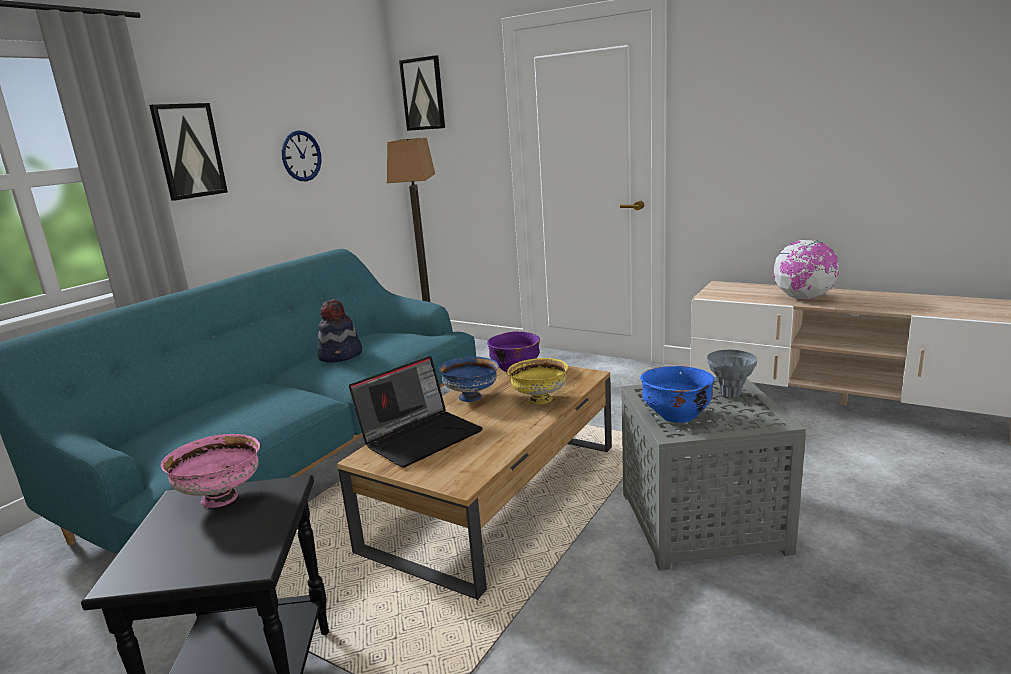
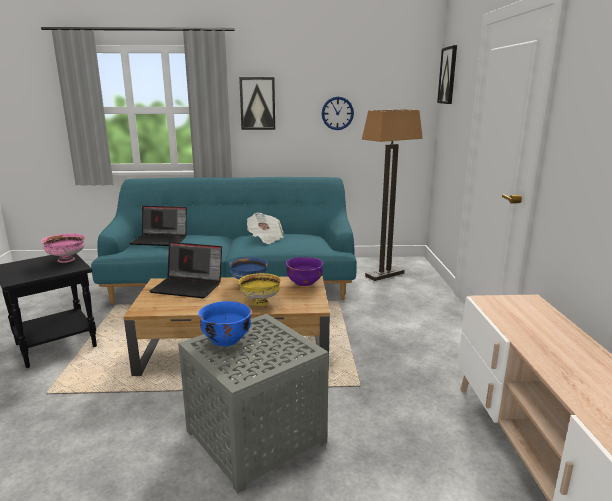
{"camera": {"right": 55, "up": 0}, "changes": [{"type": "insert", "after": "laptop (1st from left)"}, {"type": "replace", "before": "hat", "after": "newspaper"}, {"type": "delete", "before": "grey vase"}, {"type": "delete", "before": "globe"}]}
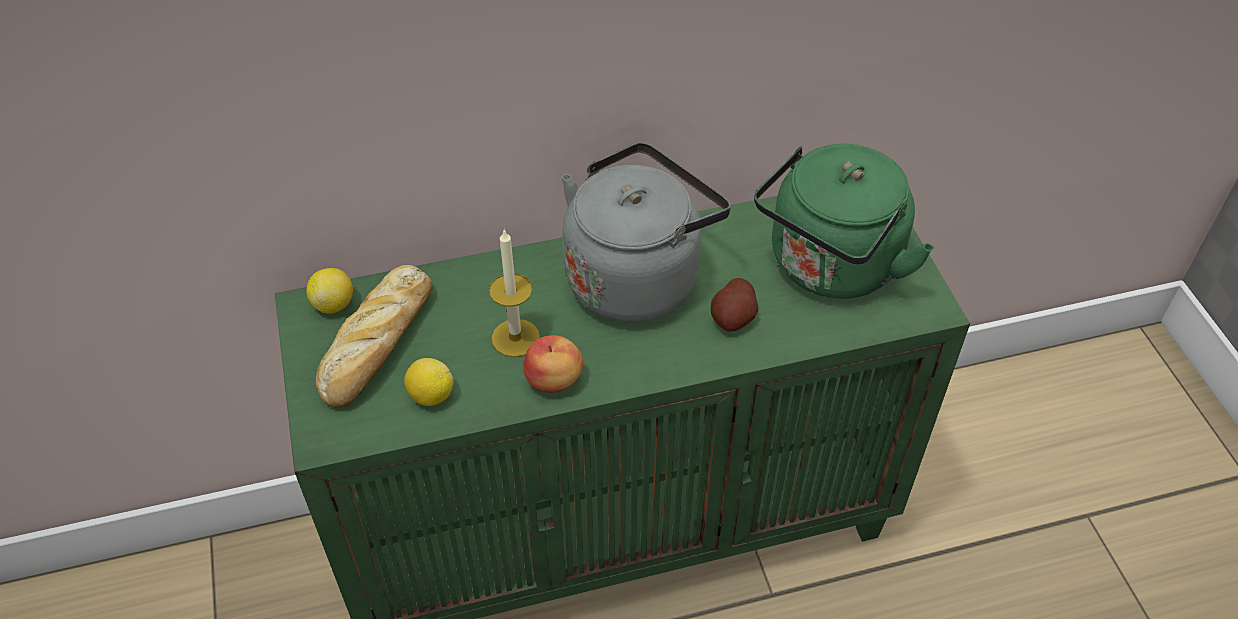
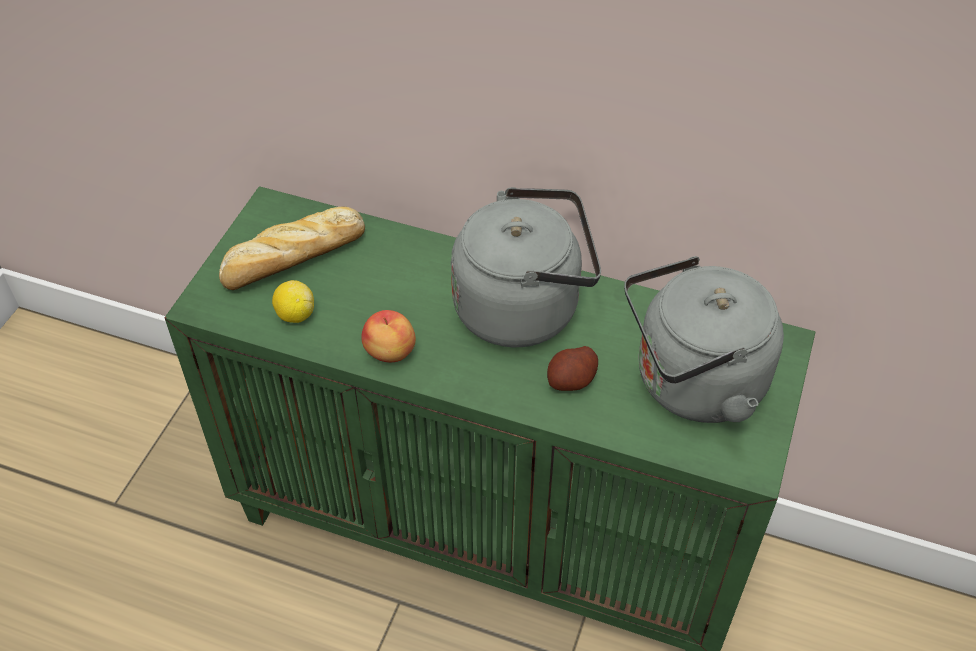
{"camera": {"right": 35, "up": 0}, "changes": [{"type": "recolor", "before": "green kettle", "after": "grey kettle (2nd from left)"}, {"type": "delete", "before": "lemon (1st from left)"}, {"type": "delete", "before": "candle"}]}
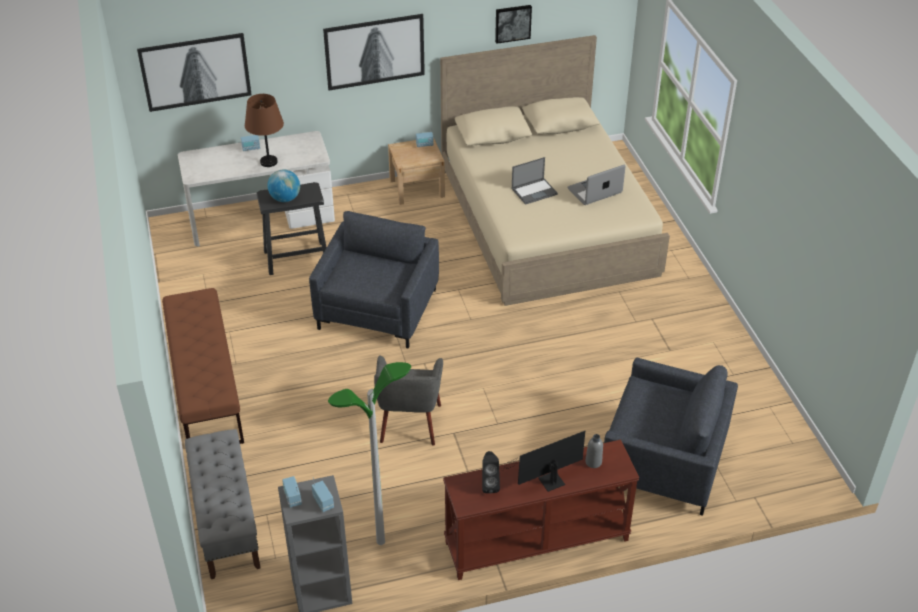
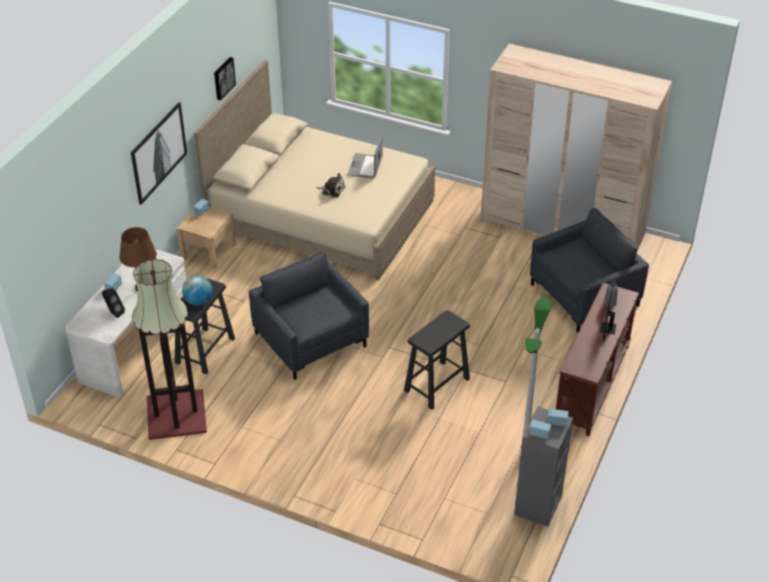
{"camera": {"right": -50, "up": 0}, "changes": [{"type": "move", "before": "black speaker"}, {"type": "insert", "after": "floor lamp (1st from left)"}, {"type": "replace", "before": "laptop (1st from left)", "after": "plush toy"}, {"type": "replace", "before": "grey armchair (2nd from left)", "after": "black stool (2nd from left)"}, {"type": "insert", "after": "beige wardrobe"}, {"type": "delete", "before": "picture (1st from left)"}, {"type": "delete", "before": "brown bench"}, {"type": "delete", "before": "grey bench"}]}
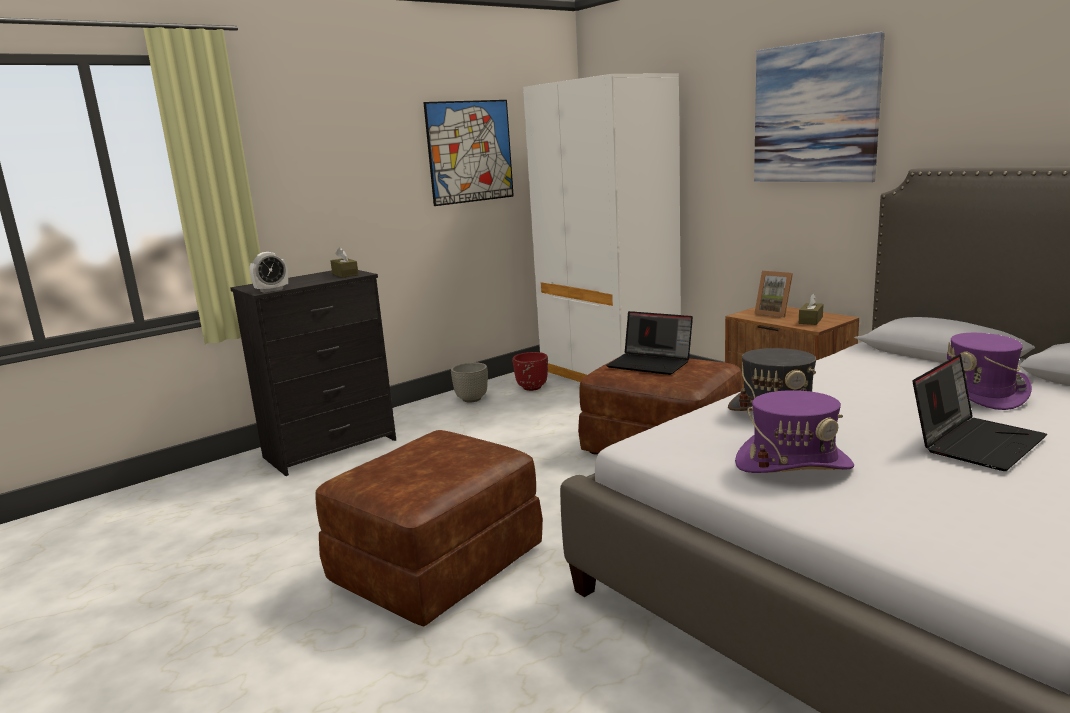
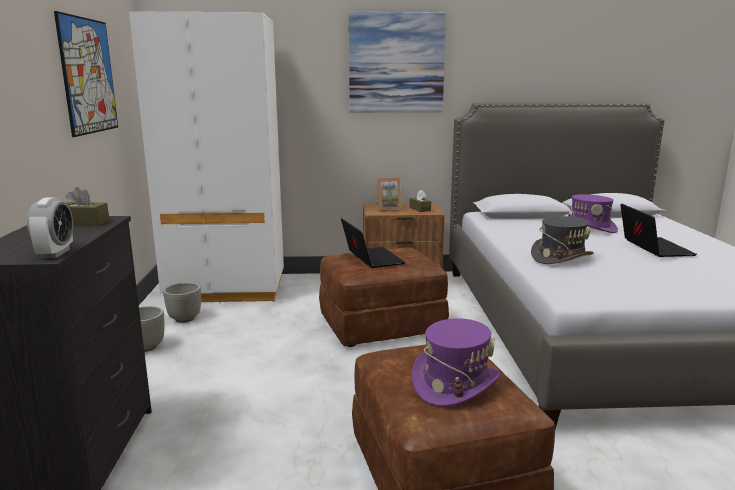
{"camera": {"right": -55, "up": 0}, "changes": [{"type": "recolor", "before": "red planter", "after": "grey planter (2nd from left)"}, {"type": "rotate", "before": "laptop (1st from left)", "turn": -90}, {"type": "move", "before": "purple hat (1st from left)"}]}
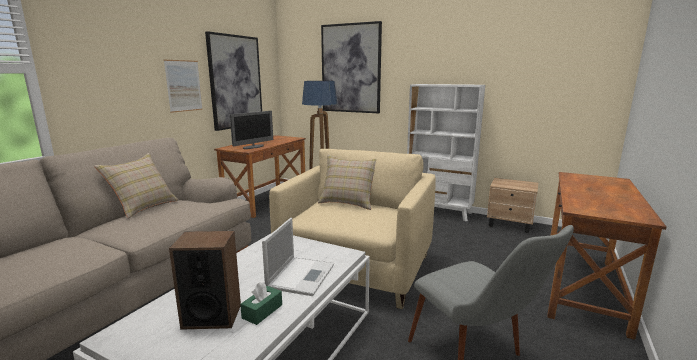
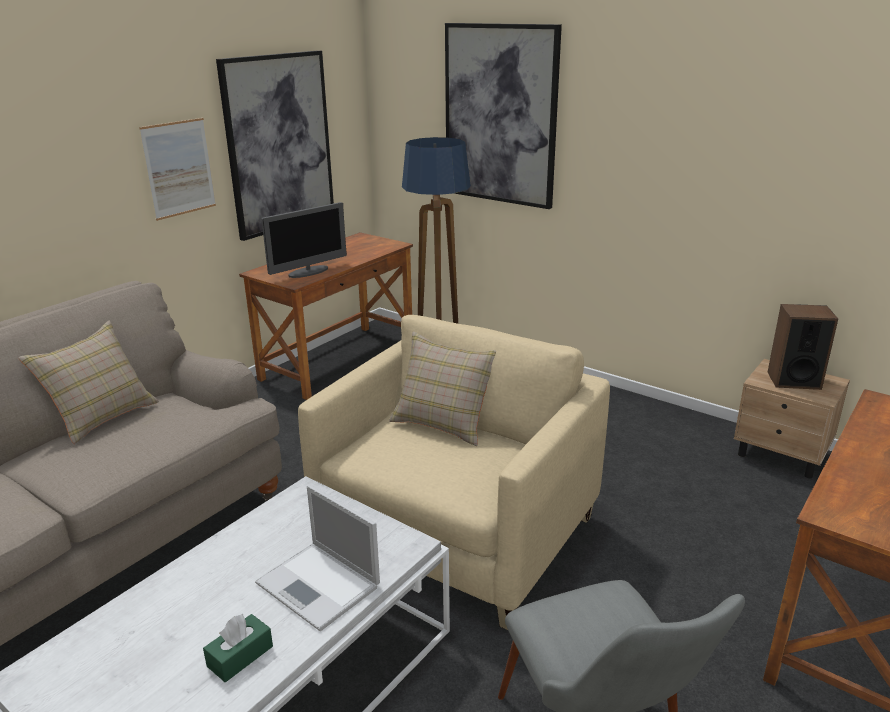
{"camera": {"right": 10, "up": 10}, "changes": [{"type": "rotate", "before": "laptop", "turn": 105}, {"type": "move", "before": "speaker"}, {"type": "delete", "before": "white bookcase"}]}
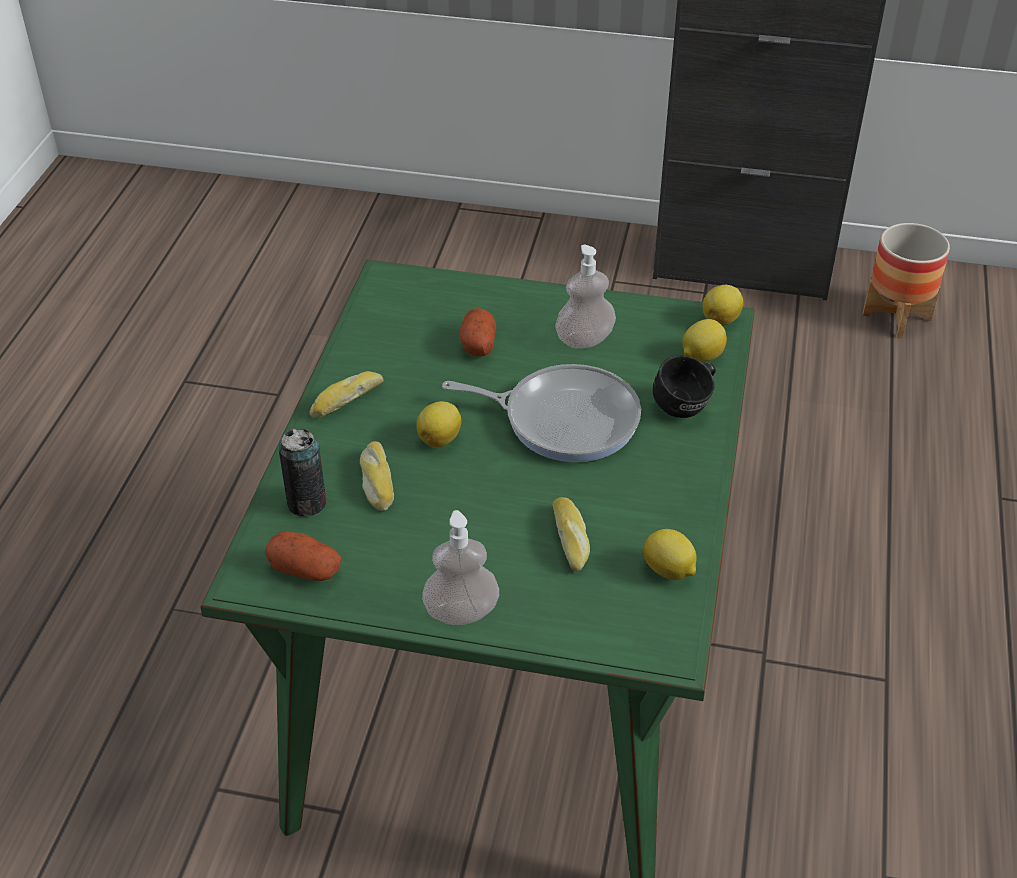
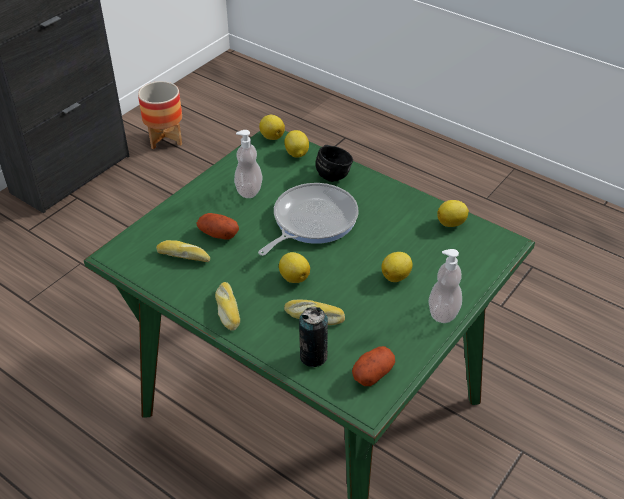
{"camera": {"right": -65, "up": 0}, "changes": [{"type": "move", "before": "bread (3rd from left in the first image)", "after": "bread (1st from left)"}, {"type": "insert", "after": "lemon (4th from left)"}]}
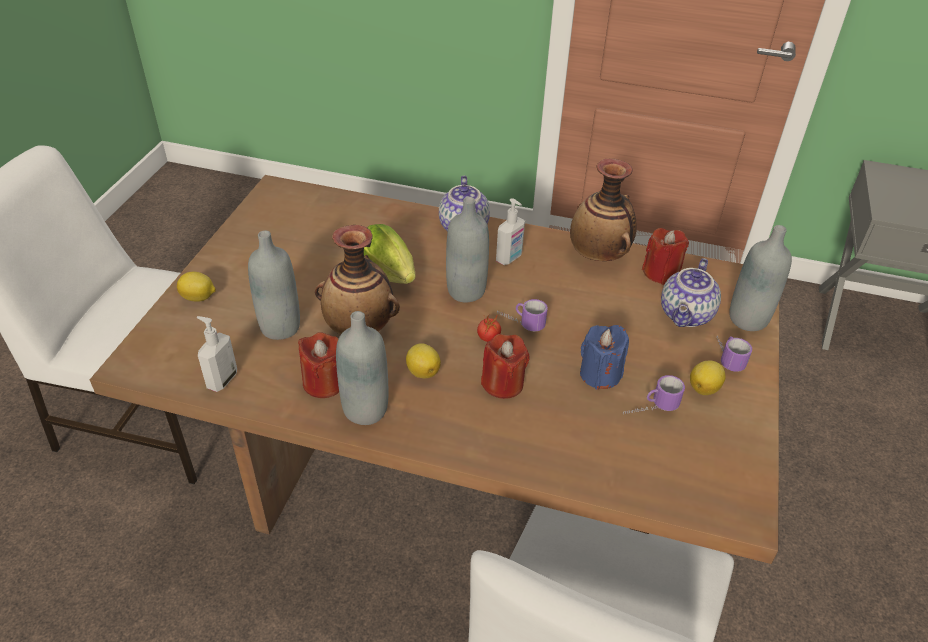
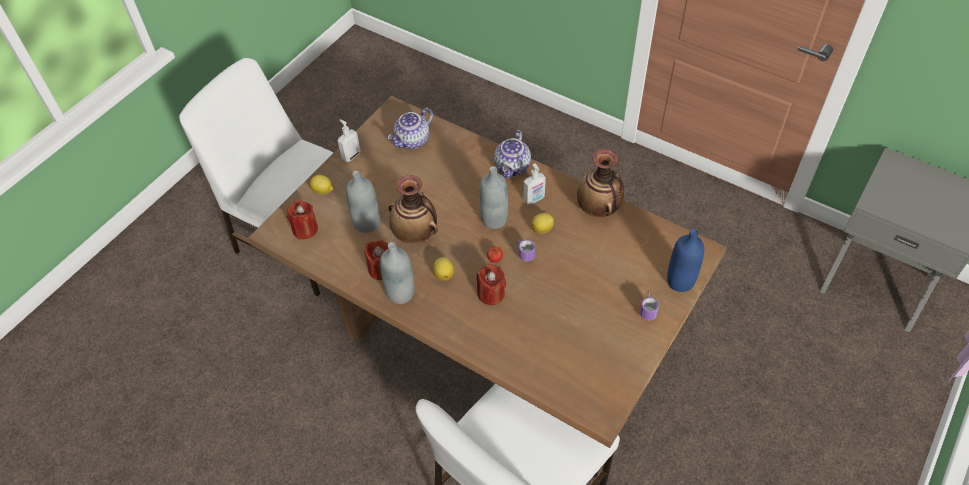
{"camera": {"right": 20, "up": 10}, "changes": [{"type": "move", "before": "red candle (3rd from left in the first image)", "after": "red candle (1st from left)"}, {"type": "move", "before": "soap dispenser (1st from left)"}, {"type": "move", "before": "teapot (2nd from left in the first image)", "after": "teapot (1st from left)"}, {"type": "move", "before": "lemon (3rd from left)"}, {"type": "recolor", "before": "grey bottle (4th from left)", "after": "blue bottle"}, {"type": "delete", "before": "lettuce"}, {"type": "delete", "before": "blue candle"}, {"type": "delete", "before": "mug (2nd from left)"}]}
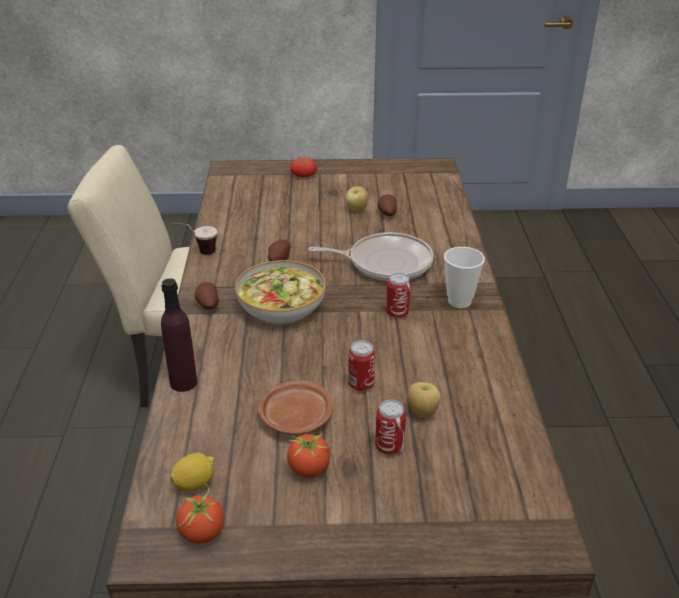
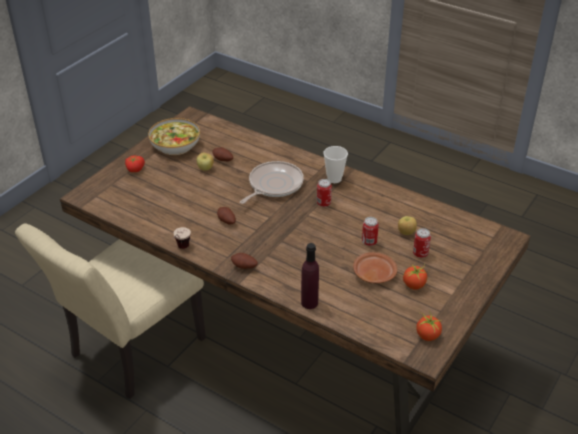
{"camera": {"right": -55, "up": 5}, "changes": [{"type": "move", "before": "bowl"}, {"type": "delete", "before": "lemon"}]}
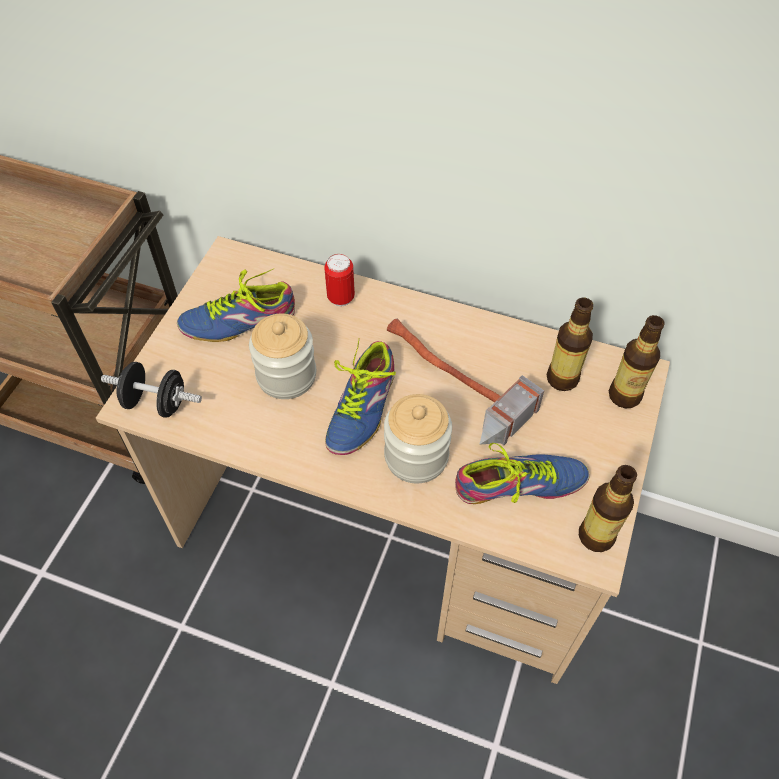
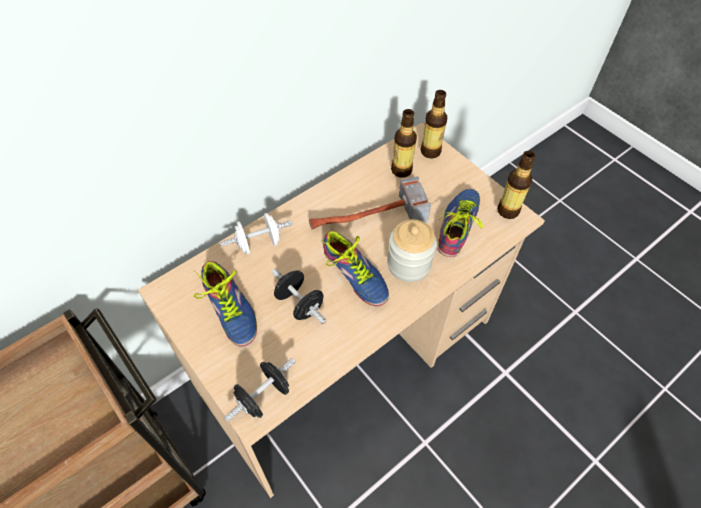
{"camera": {"right": -60, "up": 0}, "changes": [{"type": "rotate", "before": "shoe (1st from left)", "turn": -45}, {"type": "replace", "before": "can", "after": "white dumbbell"}, {"type": "replace", "before": "jar (1st from left)", "after": "black dumbbell (2nd from left)"}]}
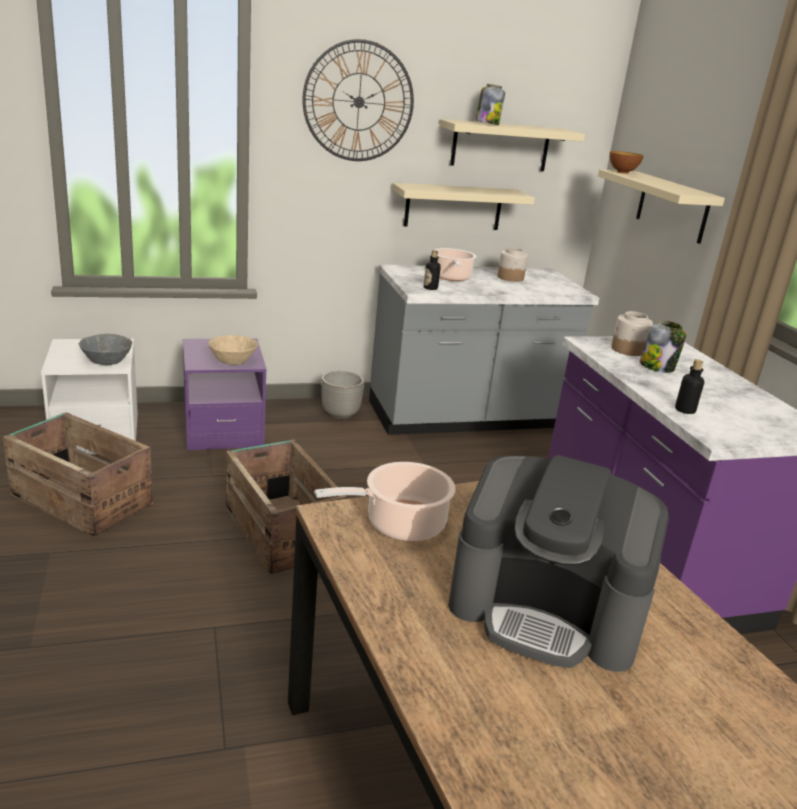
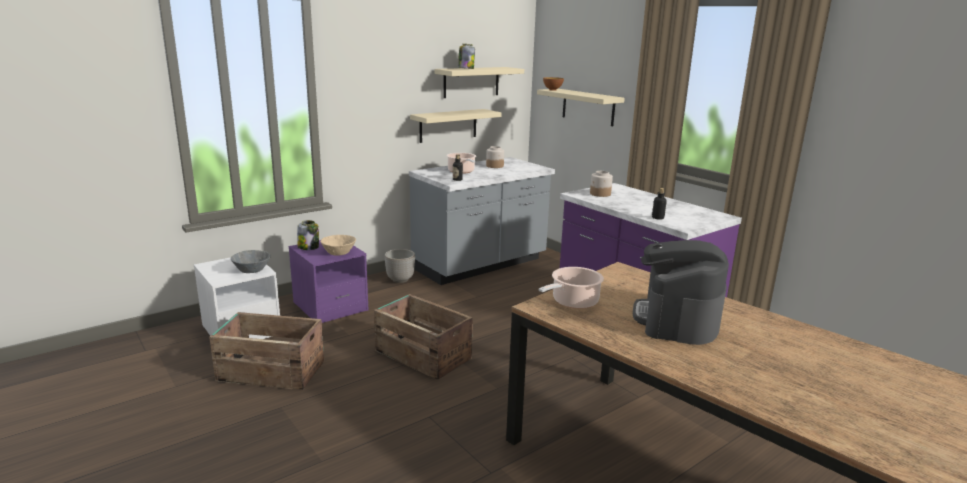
{"camera": {"right": -20, "up": -5}, "changes": [{"type": "move", "before": "jar (4th from left in the first image)", "after": "jar (1st from left)"}, {"type": "rotate", "before": "coffee machine", "turn": 105}, {"type": "delete", "before": "wall clock"}]}
